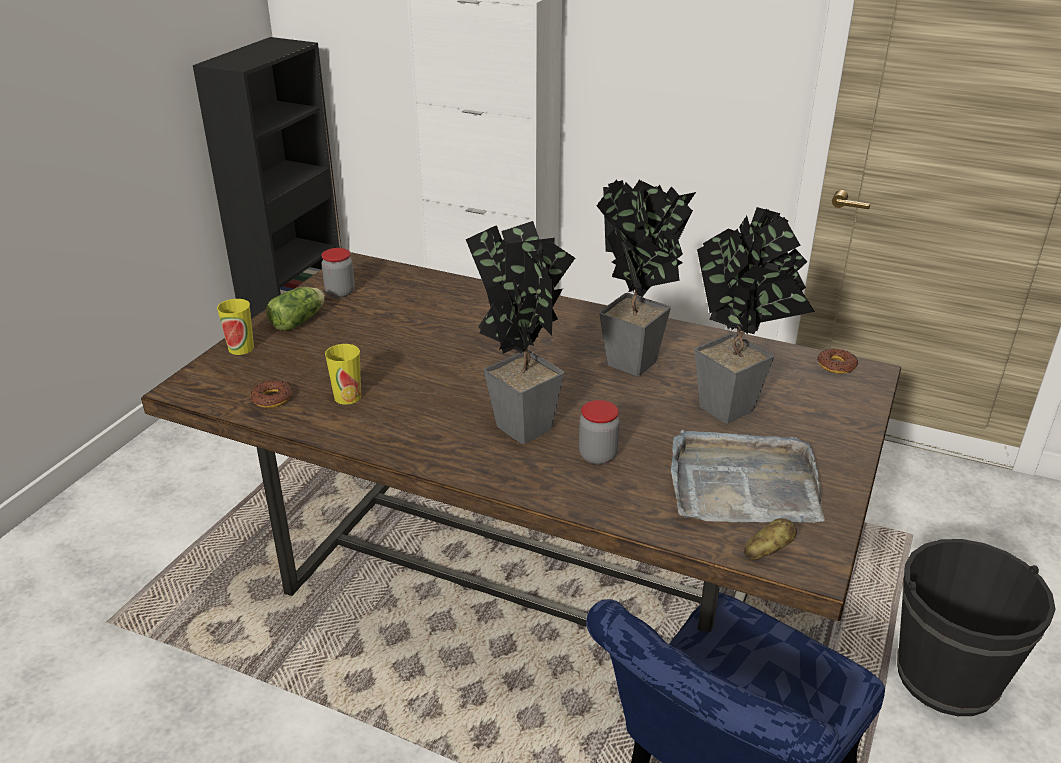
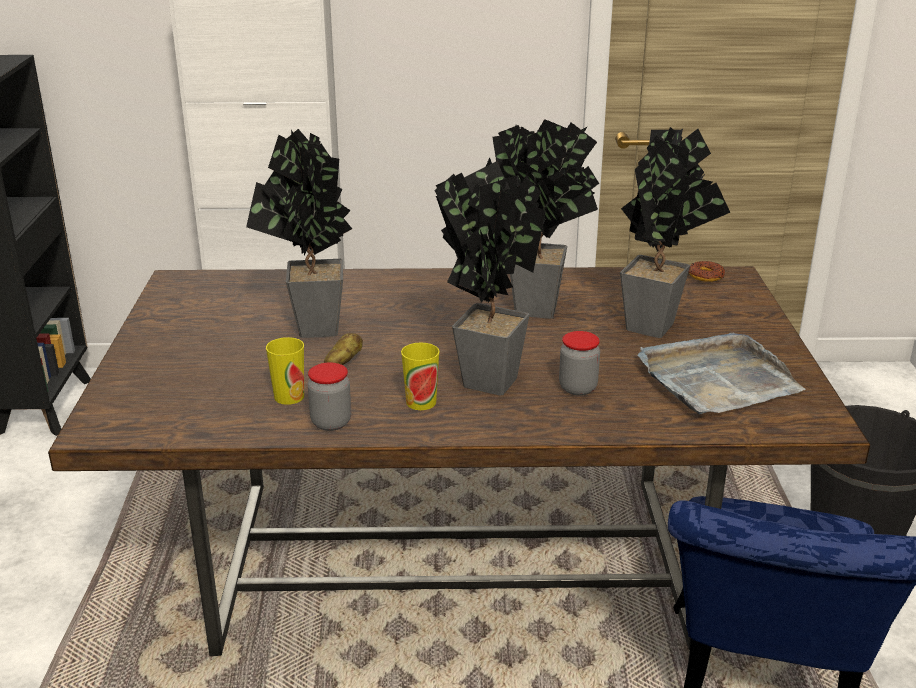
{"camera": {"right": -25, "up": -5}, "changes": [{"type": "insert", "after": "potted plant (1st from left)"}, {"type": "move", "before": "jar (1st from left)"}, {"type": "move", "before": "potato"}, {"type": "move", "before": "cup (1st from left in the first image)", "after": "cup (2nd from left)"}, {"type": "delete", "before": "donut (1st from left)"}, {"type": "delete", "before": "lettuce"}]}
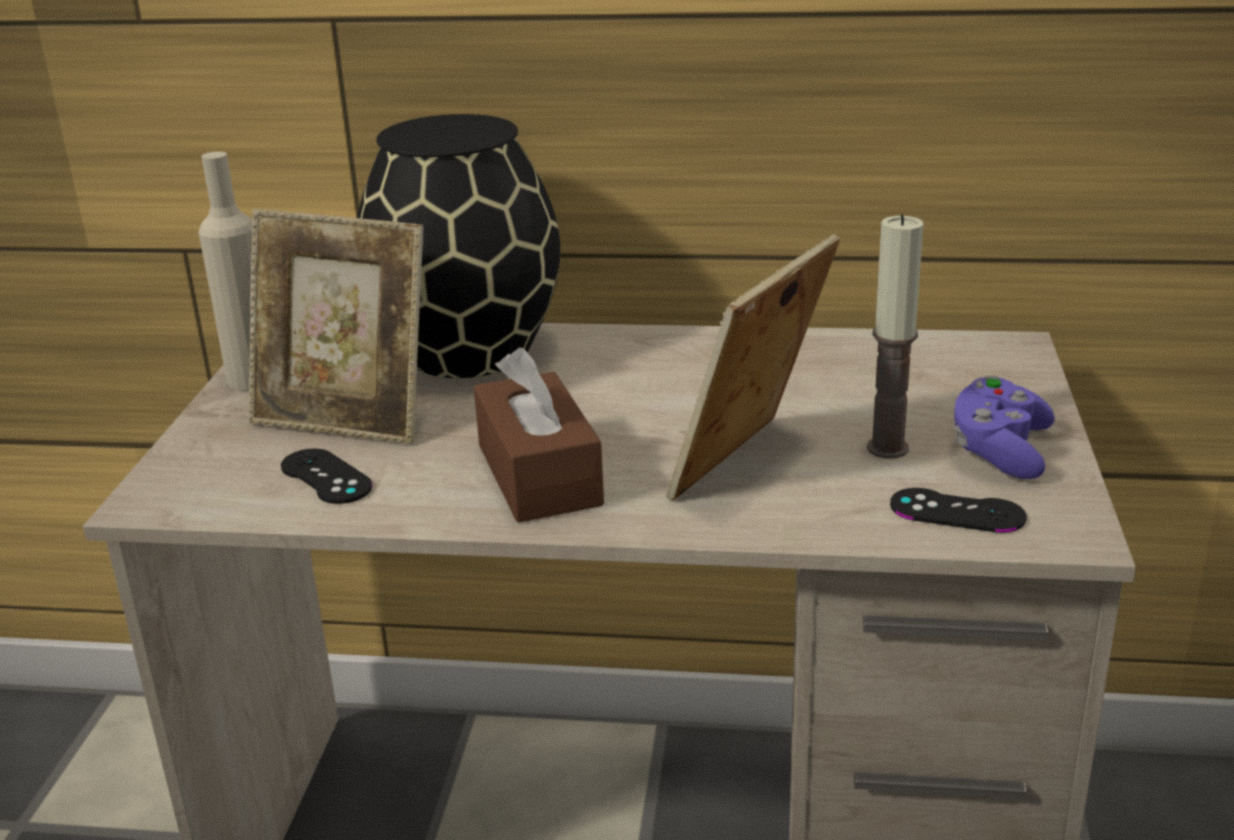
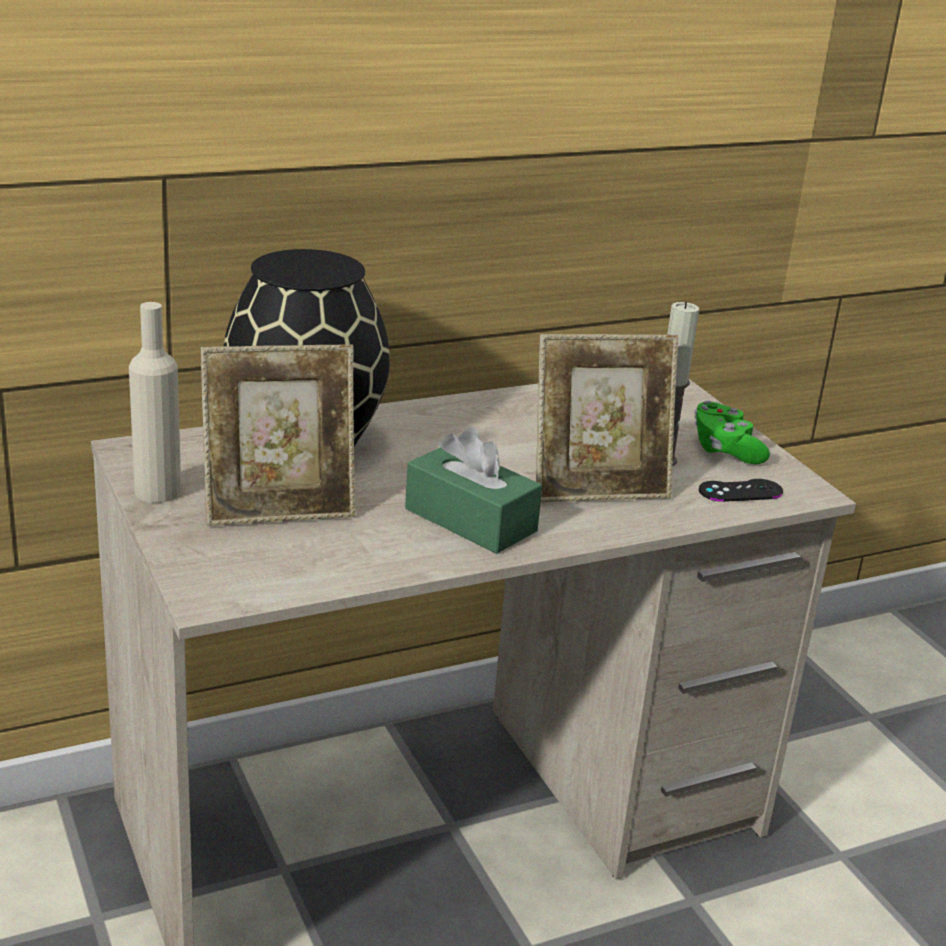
{"camera": {"right": -35, "up": 0}, "changes": [{"type": "recolor", "before": "brown tissue box", "after": "green tissue box"}, {"type": "rotate", "before": "picture frame (2nd from left)", "turn": -105}, {"type": "recolor", "before": "purple game controller", "after": "green game controller"}, {"type": "delete", "before": "black game controller (1st from left)"}]}
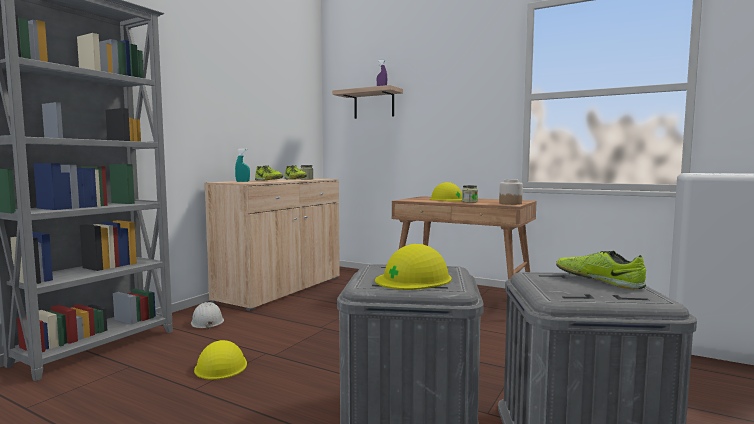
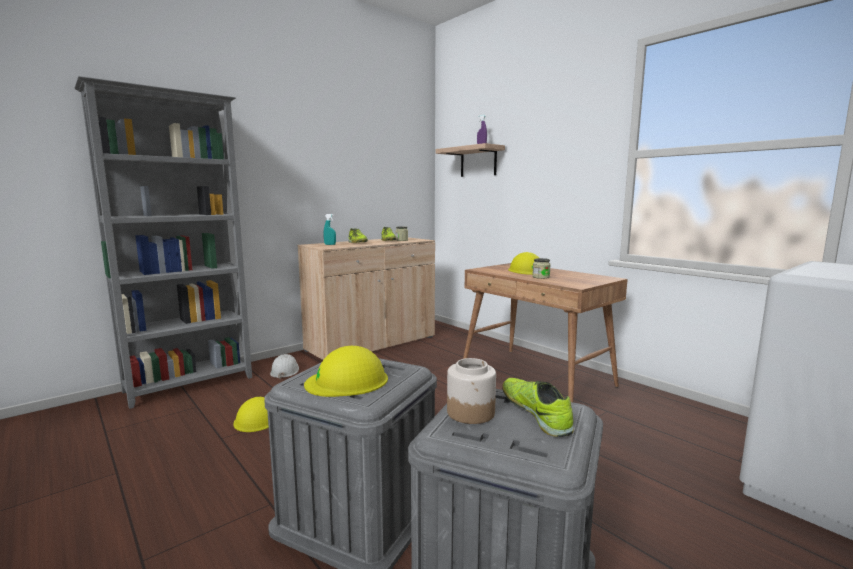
{"camera": {"right": 20, "up": 5}, "changes": [{"type": "move", "before": "jar (3rd from left in the first image)", "after": "jar (2nd from left)"}]}
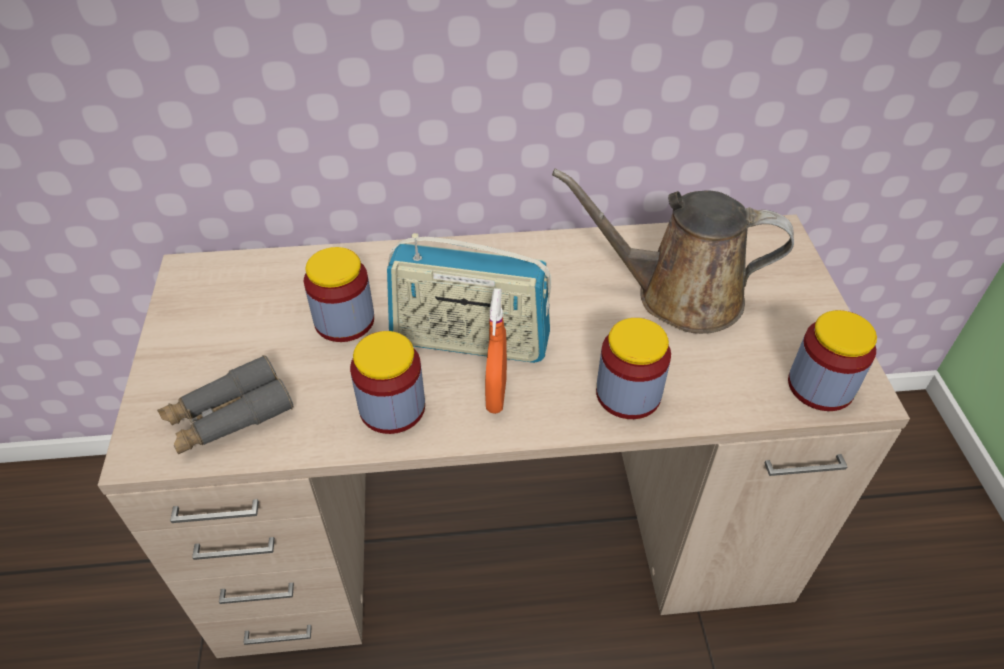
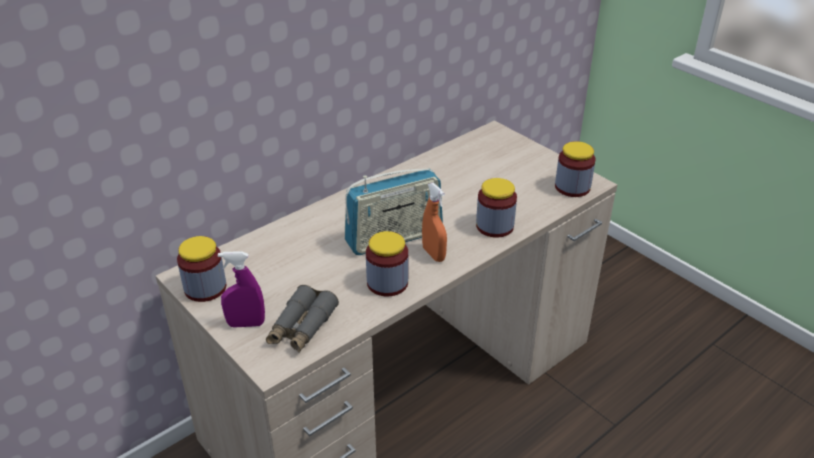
{"camera": {"right": -35, "up": -10}, "changes": [{"type": "move", "before": "jar (1st from left)"}, {"type": "insert", "after": "purple spray bottle"}, {"type": "delete", "before": "brown watering can"}]}
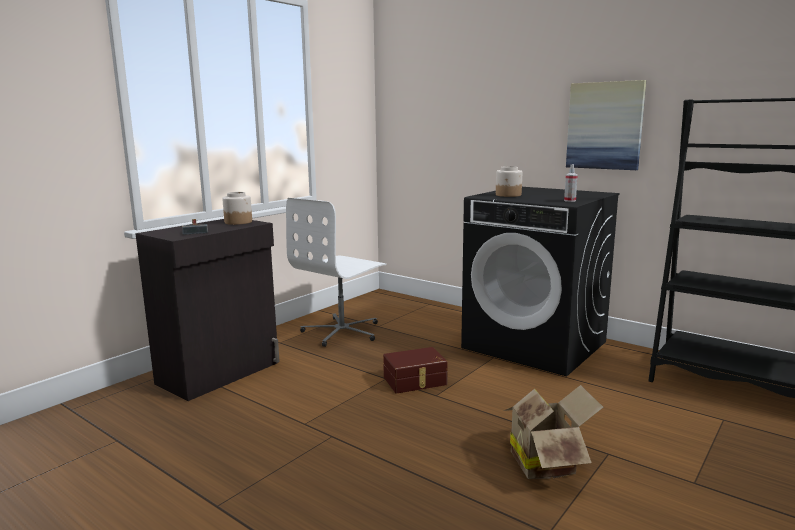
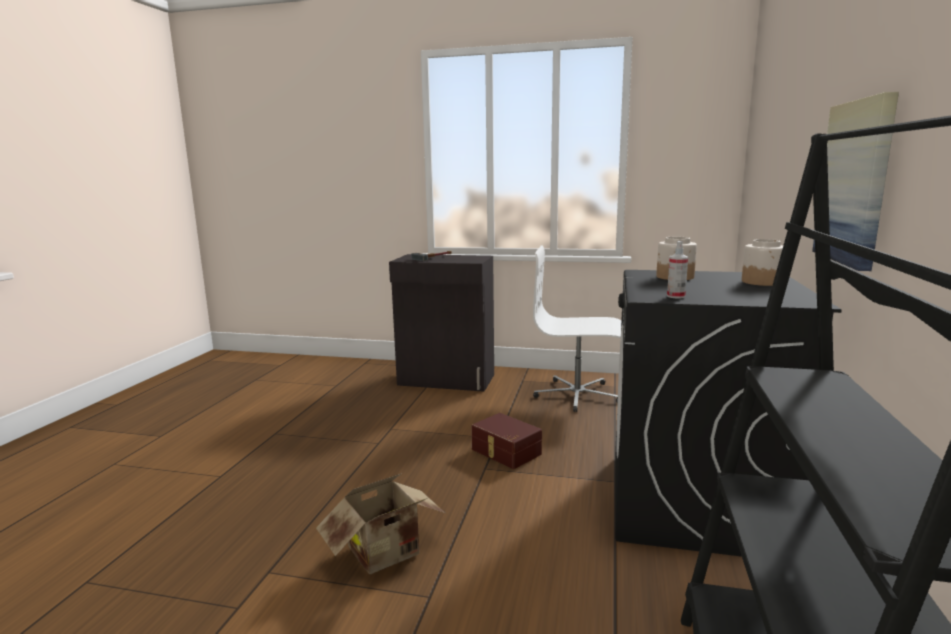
{"camera": {"right": 65, "up": 0}, "changes": [{"type": "move", "before": "jar (1st from left in the first image)", "after": "jar (2nd from left)"}]}
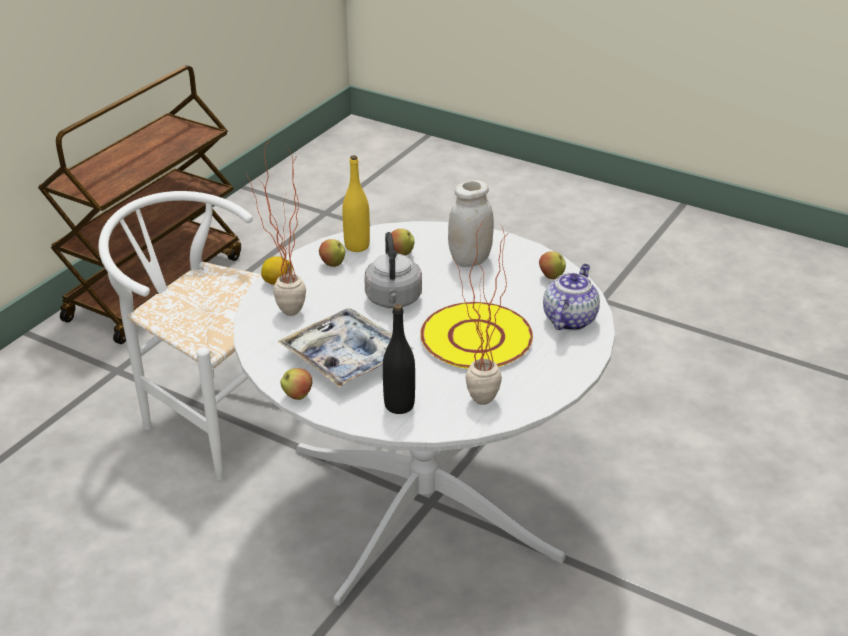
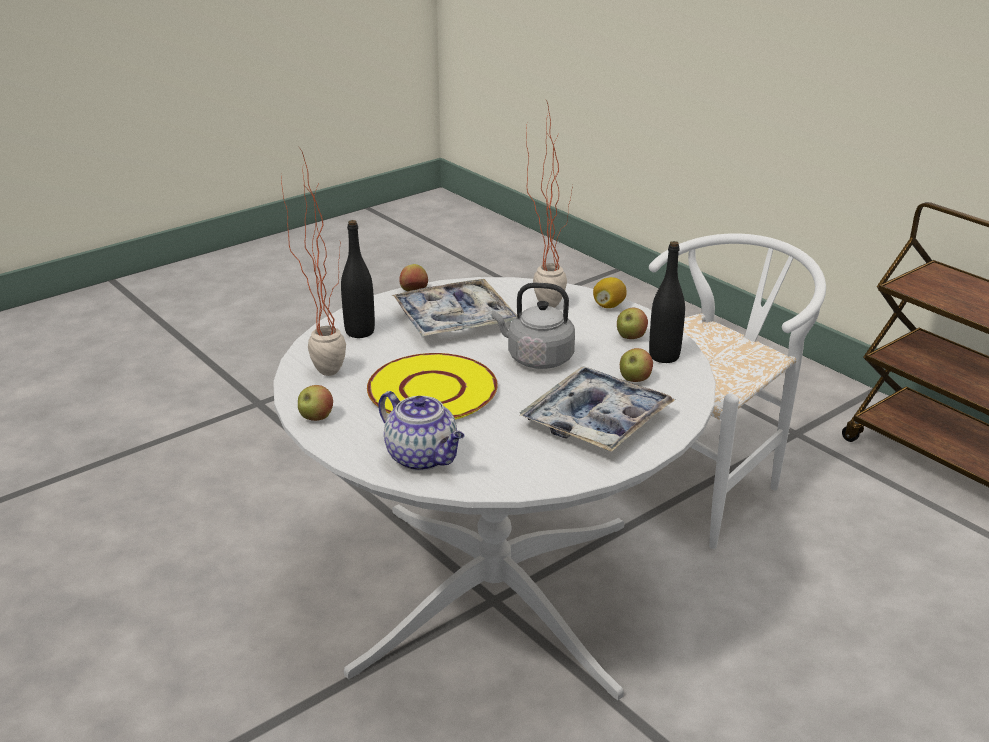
{"camera": {"right": 110, "up": -5}, "changes": [{"type": "move", "before": "apple (4th from left in the first image)", "after": "apple (1st from left)"}, {"type": "replace", "before": "white jar", "after": "tray (2nd from left)"}, {"type": "recolor", "before": "yellow bottle", "after": "black bottle (2nd from left)"}]}
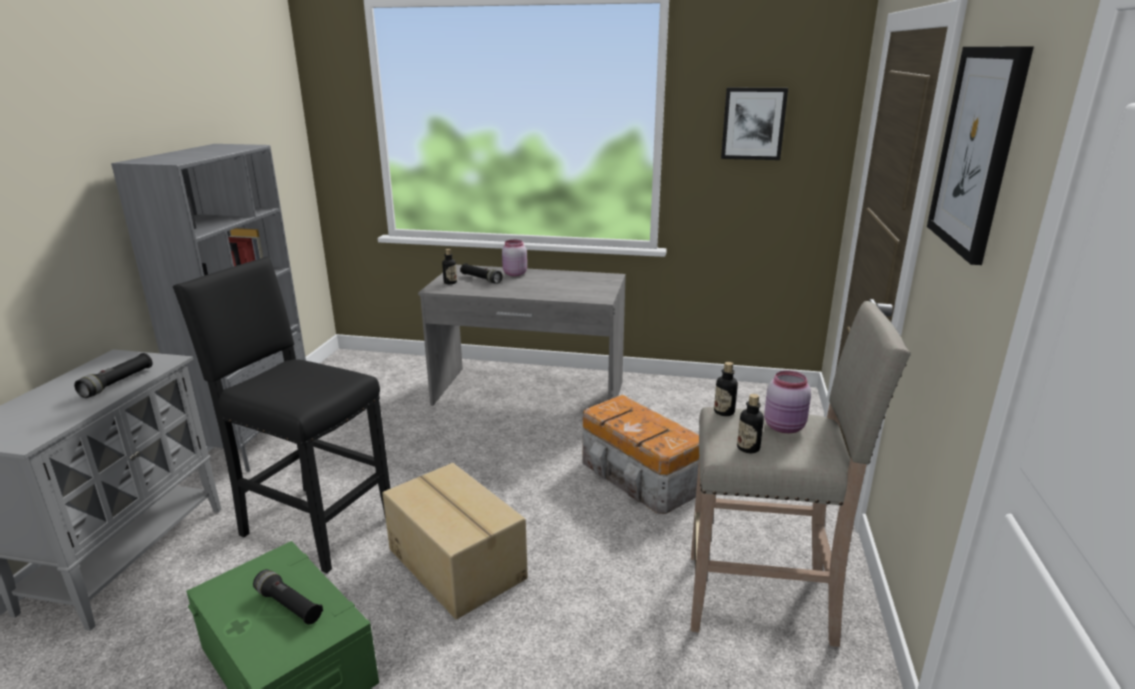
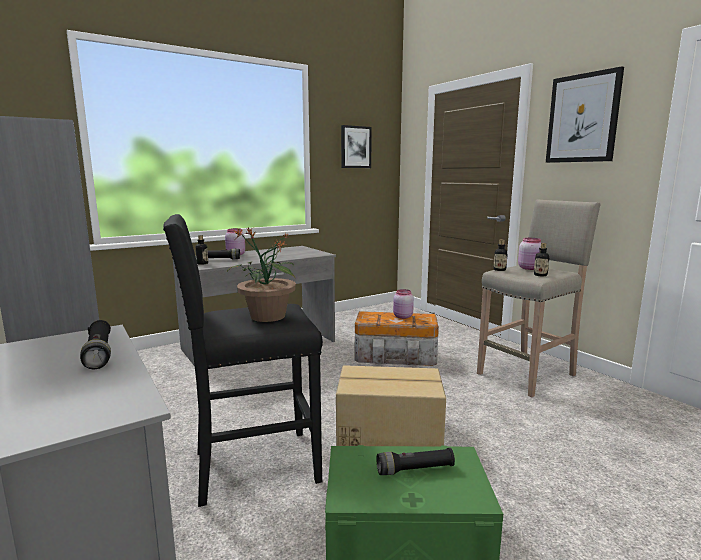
{"camera": {"right": -45, "up": -10}, "changes": [{"type": "insert", "after": "potted plant"}, {"type": "insert", "after": "pink jar (2nd from left)"}]}
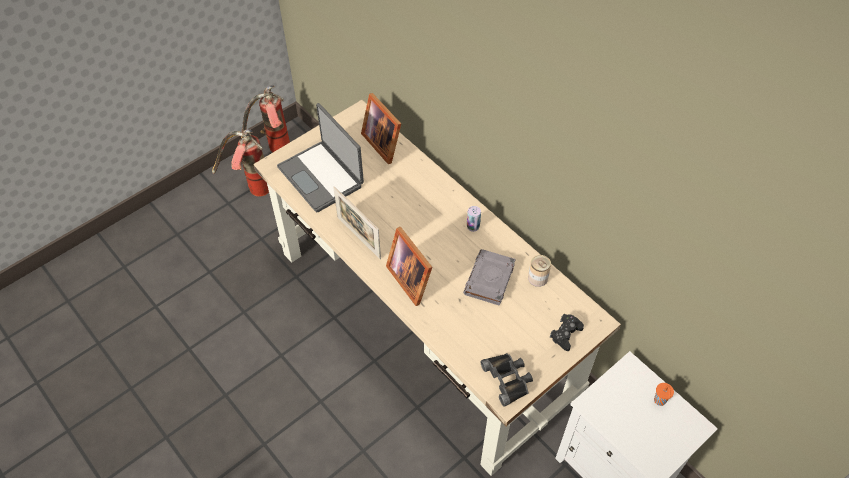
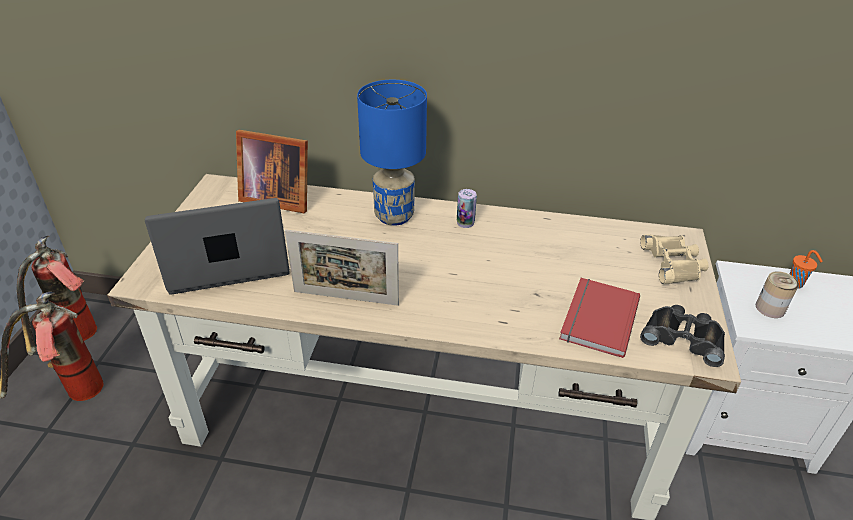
{"camera": {"right": -40, "up": -15}, "changes": [{"type": "rotate", "before": "laptop", "turn": 150}, {"type": "insert", "after": "blue table lamp"}, {"type": "insert", "after": "red book"}, {"type": "replace", "before": "black game controller", "after": "beige binoculars"}, {"type": "move", "before": "can (2nd from left)"}, {"type": "delete", "before": "picture frame (3rd from left)"}, {"type": "delete", "before": "grey book"}]}
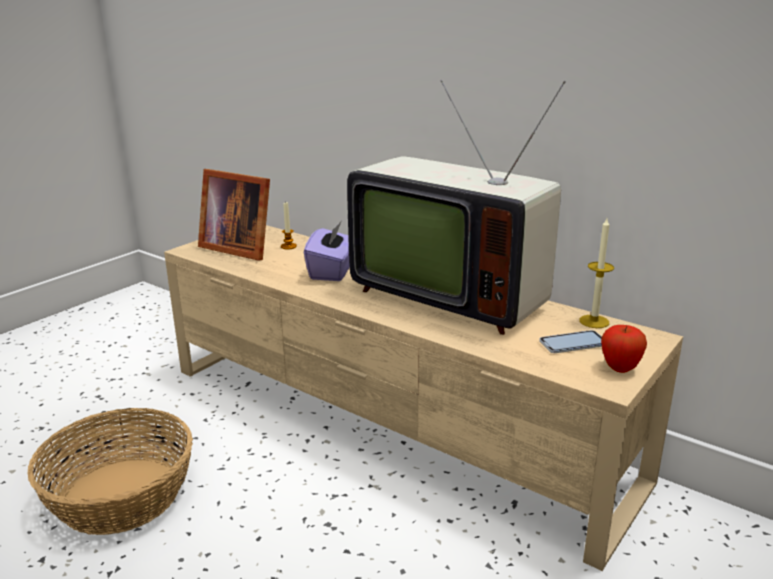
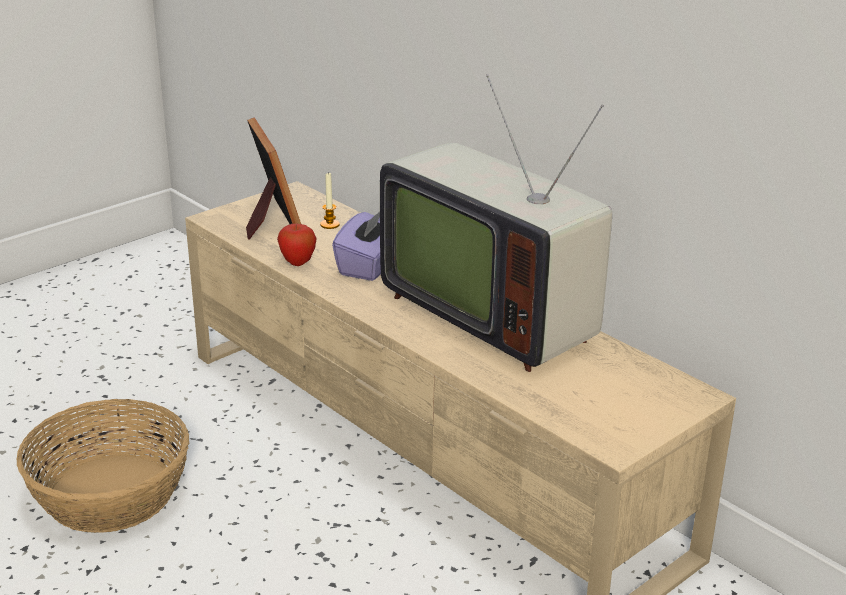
{"camera": {"right": 10, "up": 5}, "changes": [{"type": "rotate", "before": "picture frame", "turn": -150}, {"type": "move", "before": "apple"}, {"type": "delete", "before": "phone"}, {"type": "delete", "before": "candle (2nd from left)"}]}
